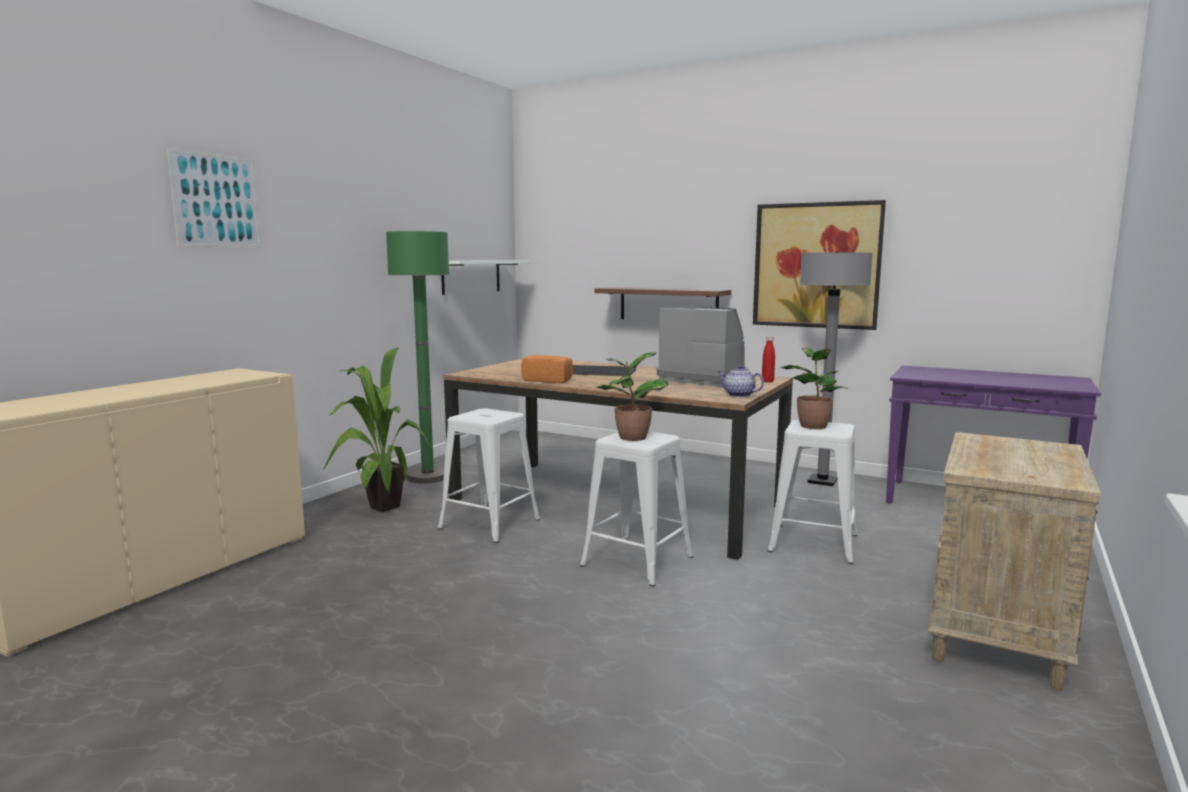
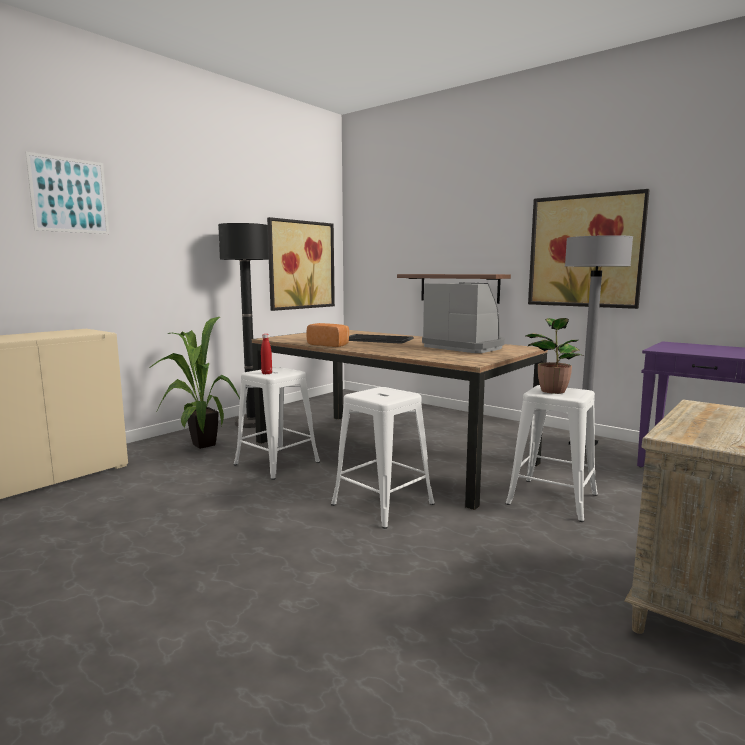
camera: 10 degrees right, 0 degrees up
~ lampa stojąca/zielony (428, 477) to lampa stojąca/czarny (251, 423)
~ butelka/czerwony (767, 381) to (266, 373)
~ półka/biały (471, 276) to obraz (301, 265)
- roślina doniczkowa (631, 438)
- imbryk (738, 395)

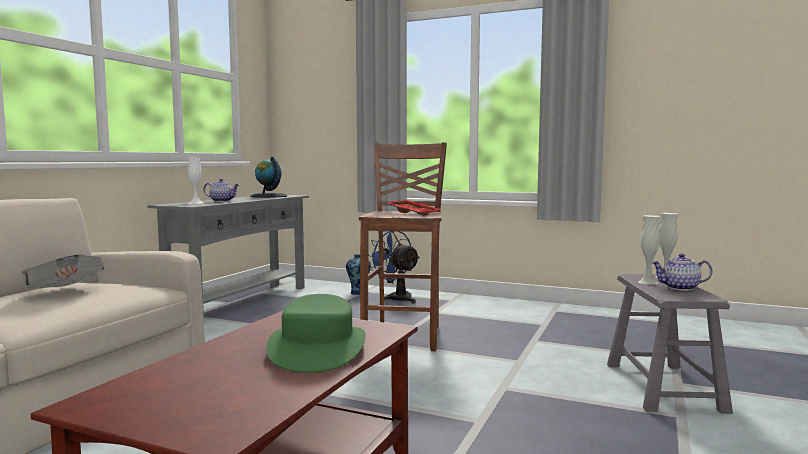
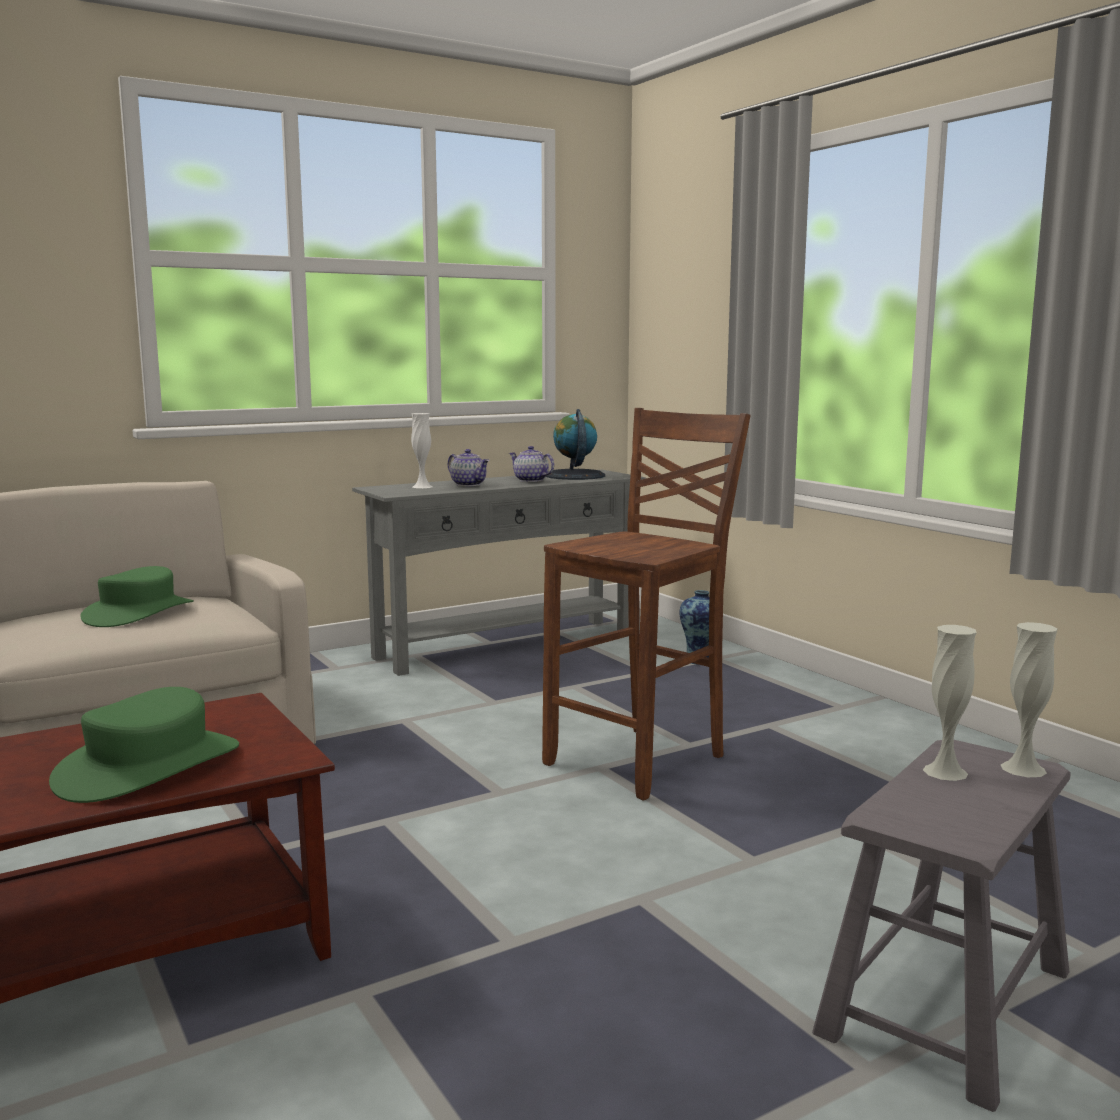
camera: 35 degrees right, 5 degrees up
~ gazeta (65, 293) to kapelusz/zielony (138, 613)
~ imbryk (680, 288) to (530, 480)
- wentylator/niebieski (396, 298)
- taca/czerwony (414, 213)

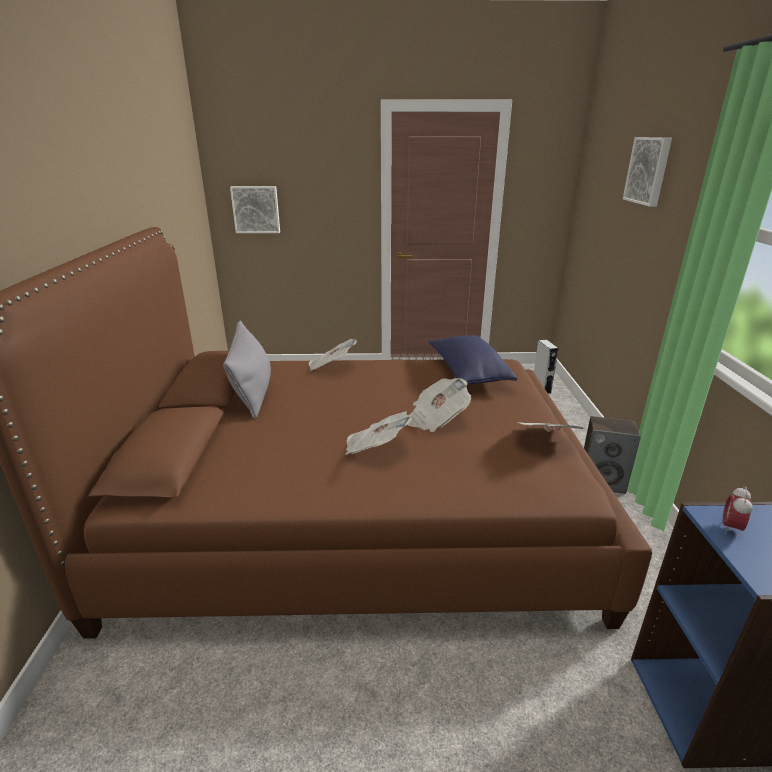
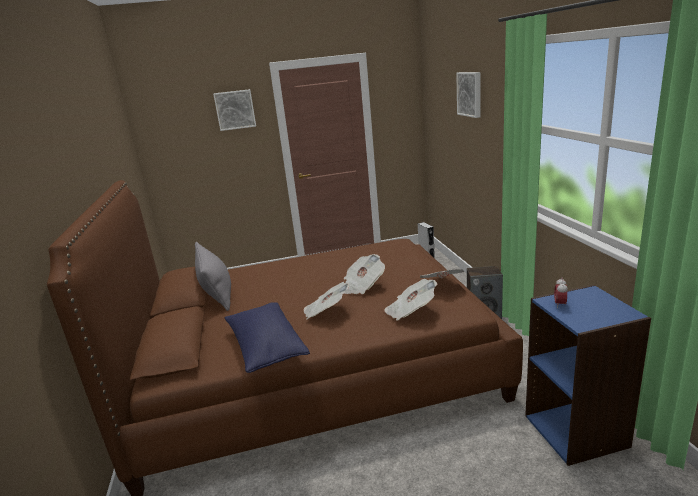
camera: 10 degrees left, 5 degrees down
~ obraz (256, 209) to (235, 110)
~ poduszka/niebieski (468, 373) to (266, 348)
~ gazeta (331, 367) to (410, 311)

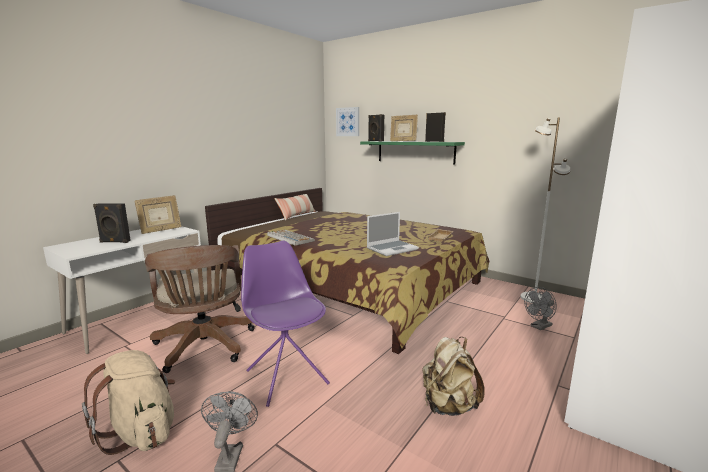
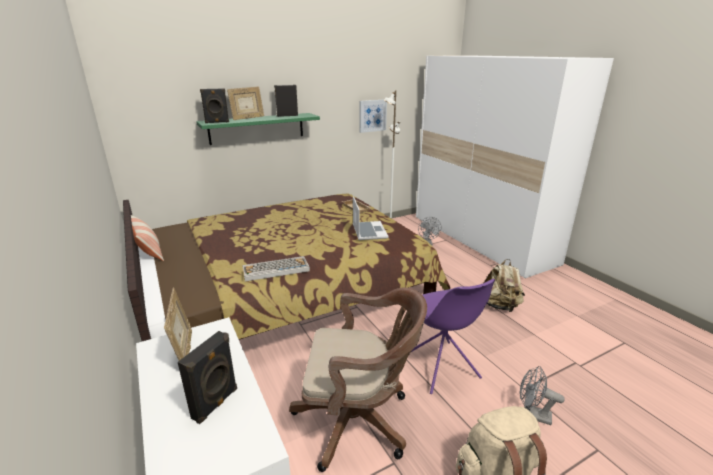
camera: 65 degrees left, 10 degrees up
~ obraz (348, 122) to (372, 115)
~ krzesło/fioletowy (286, 376) = (441, 367) 105 degrees counterclockwise

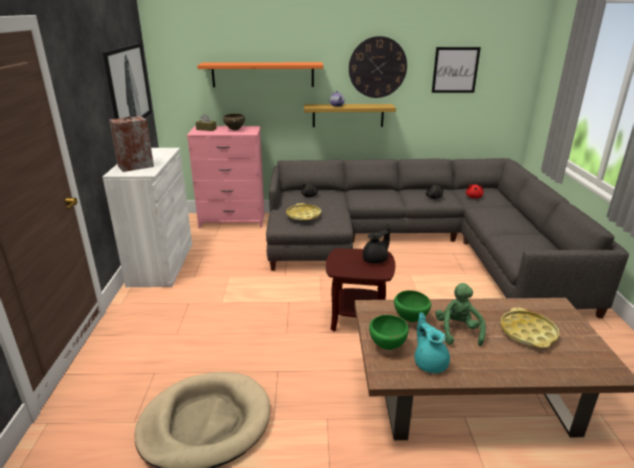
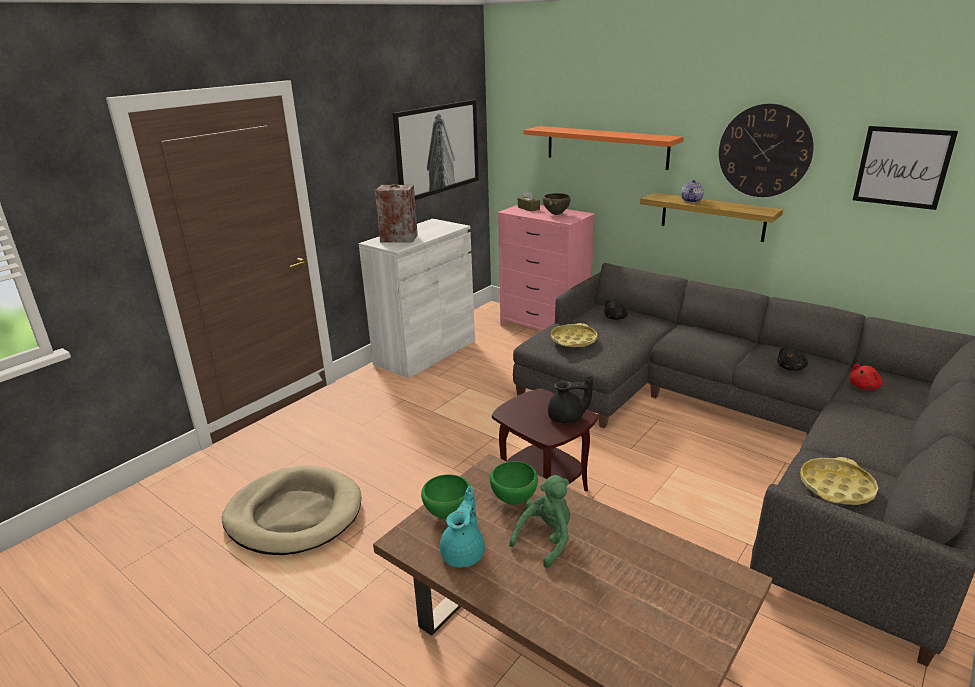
camera: 40 degrees right, 0 degrees up
~ taca/żółty (527, 332) to (836, 487)

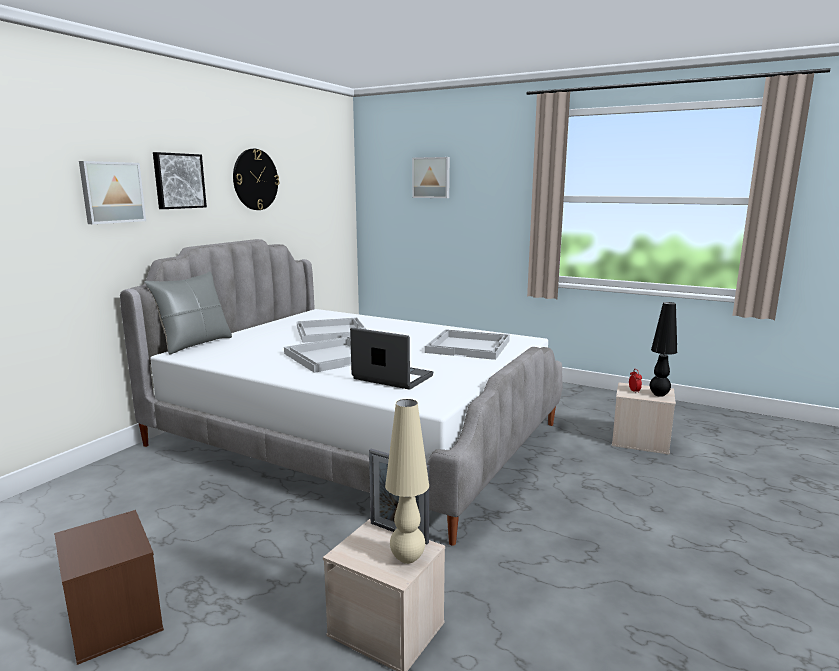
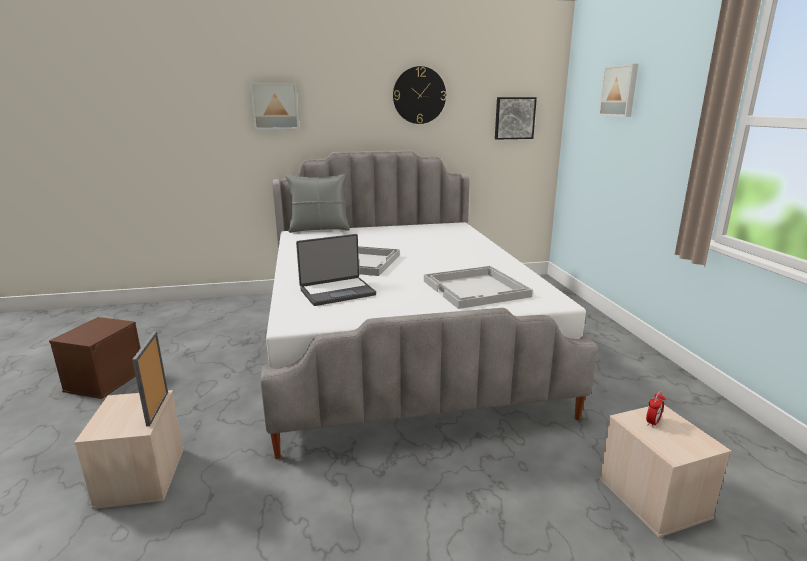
camera: 50 degrees right, 5 degrees up
~ laptop (391, 378) = (337, 292) 75 degrees clockwise
~ obraz (178, 181) to (514, 118)
- taca/biały (332, 332)
- lampa stołowa/beżowy (407, 558)
- lampa stołowa/czarny (659, 395)

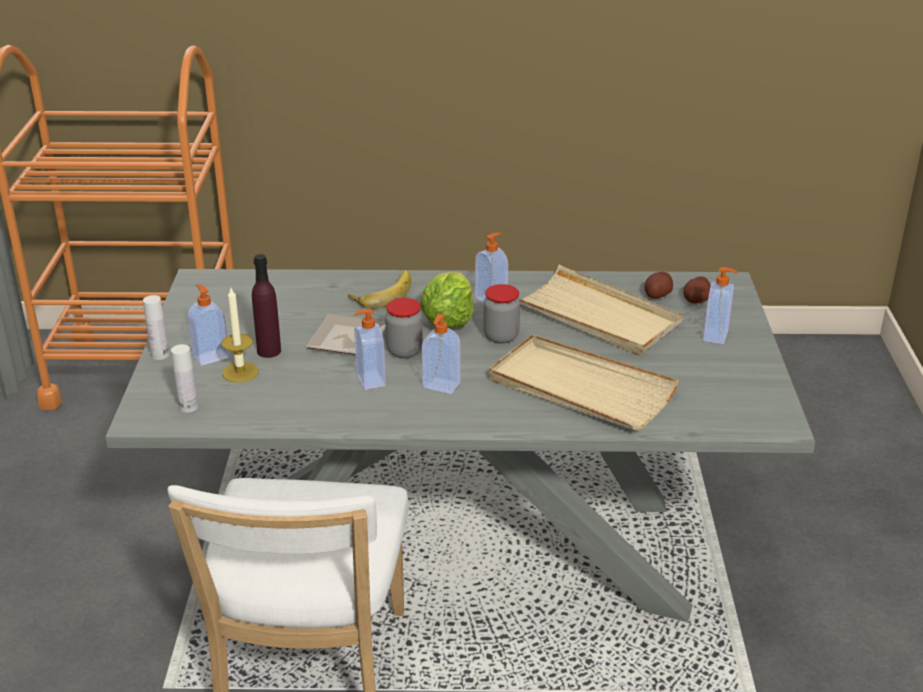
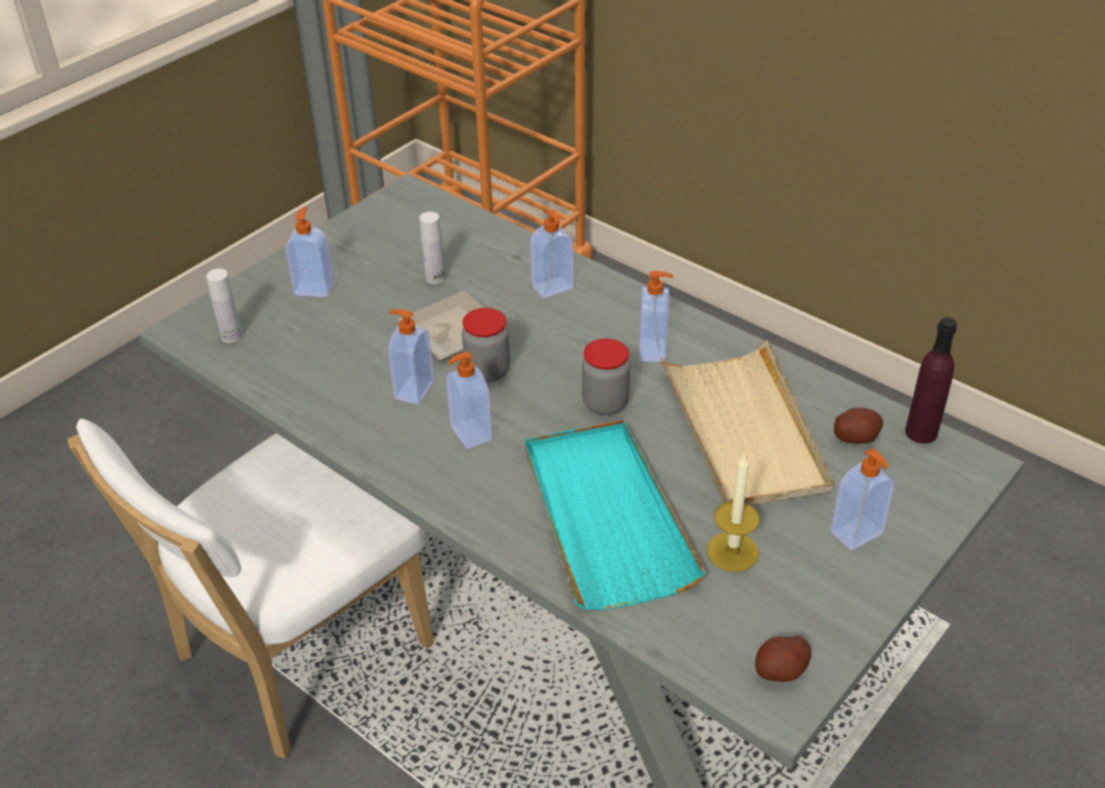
camera: 40 degrees right, 10 degrees up
~ butelka/biały (160, 355) to (435, 278)
~ taca/beżowy (580, 388) to taca/turkusowy (605, 517)
~ banan (382, 293) to dozownik mydła (553, 288)
~ świeca (240, 372) to (732, 552)
~ ziemniak (696, 300) to (781, 670)
~ butelka/fioletowy (269, 351) to (921, 432)
- sałata (448, 321)

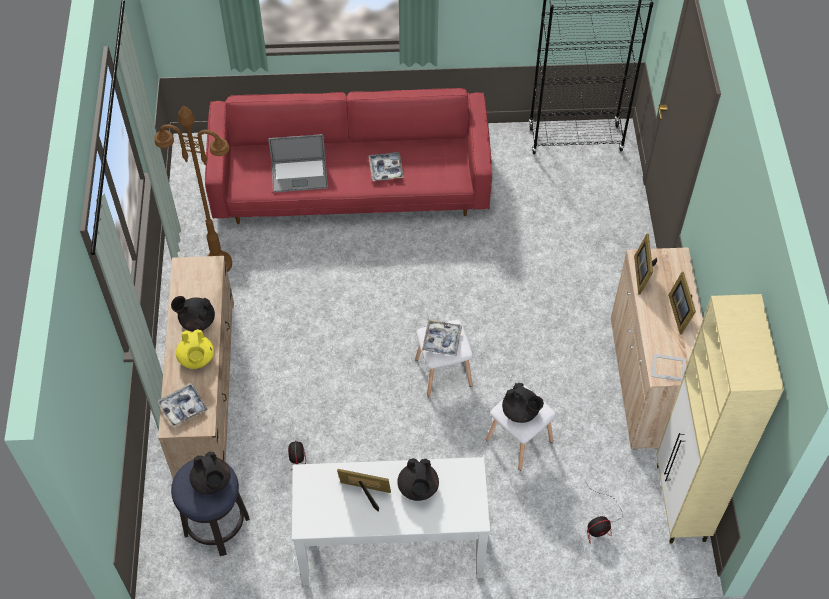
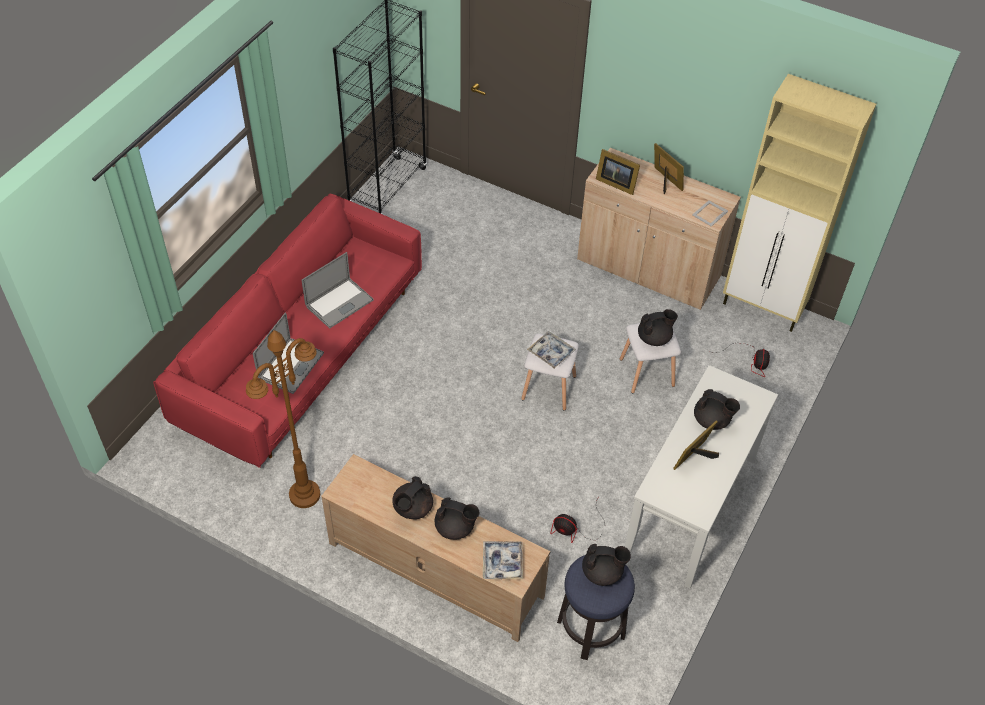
camera: 60 degrees left, 5 degrees down
~ taca (386, 169) to laptop (339, 303)
~ imbryk/żółty (196, 359) to imbryk/czarny (455, 527)
~ ramka na zdjęcie (680, 312) = (665, 181) 150 degrees counterclockwise

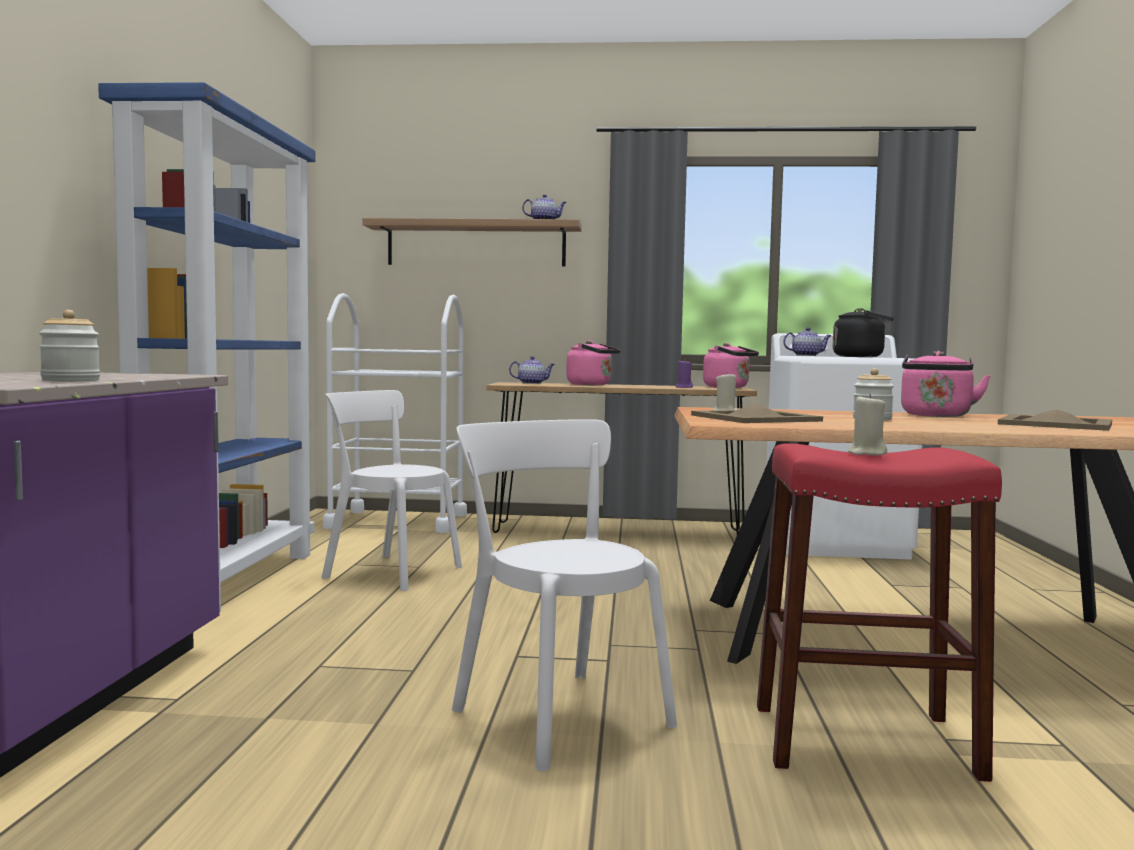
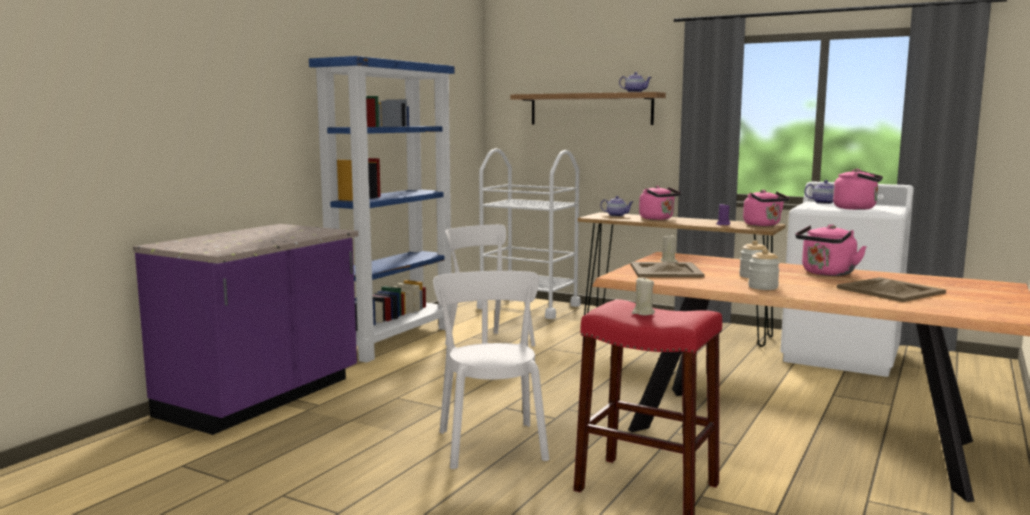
camera: 25 degrees right, 5 degrees up
~ słoik (71, 380) to (763, 287)
~ czajnik/czarny (861, 357) to czajnik/różowy (857, 208)

